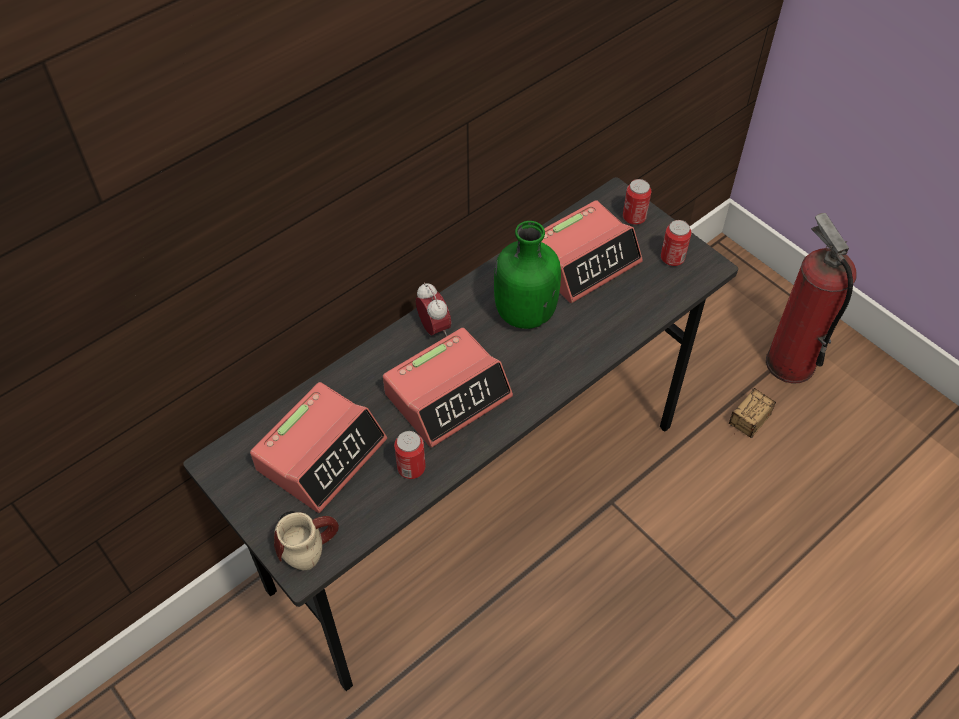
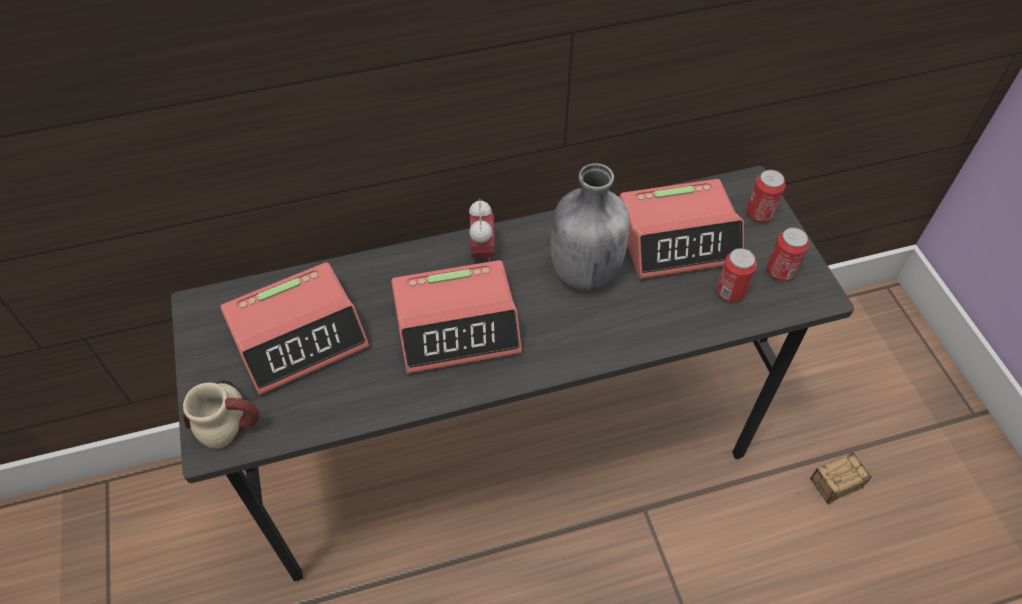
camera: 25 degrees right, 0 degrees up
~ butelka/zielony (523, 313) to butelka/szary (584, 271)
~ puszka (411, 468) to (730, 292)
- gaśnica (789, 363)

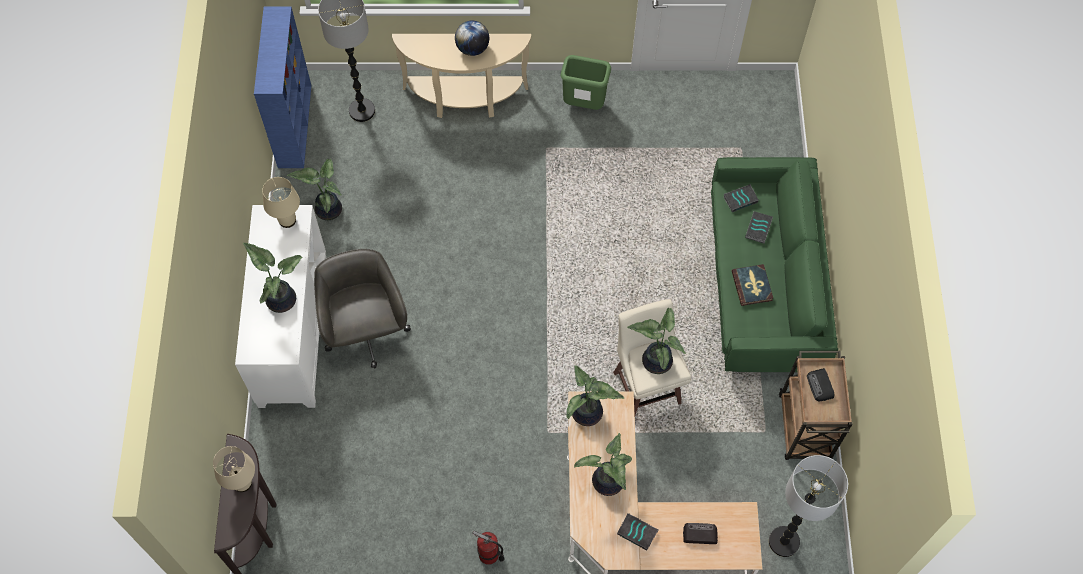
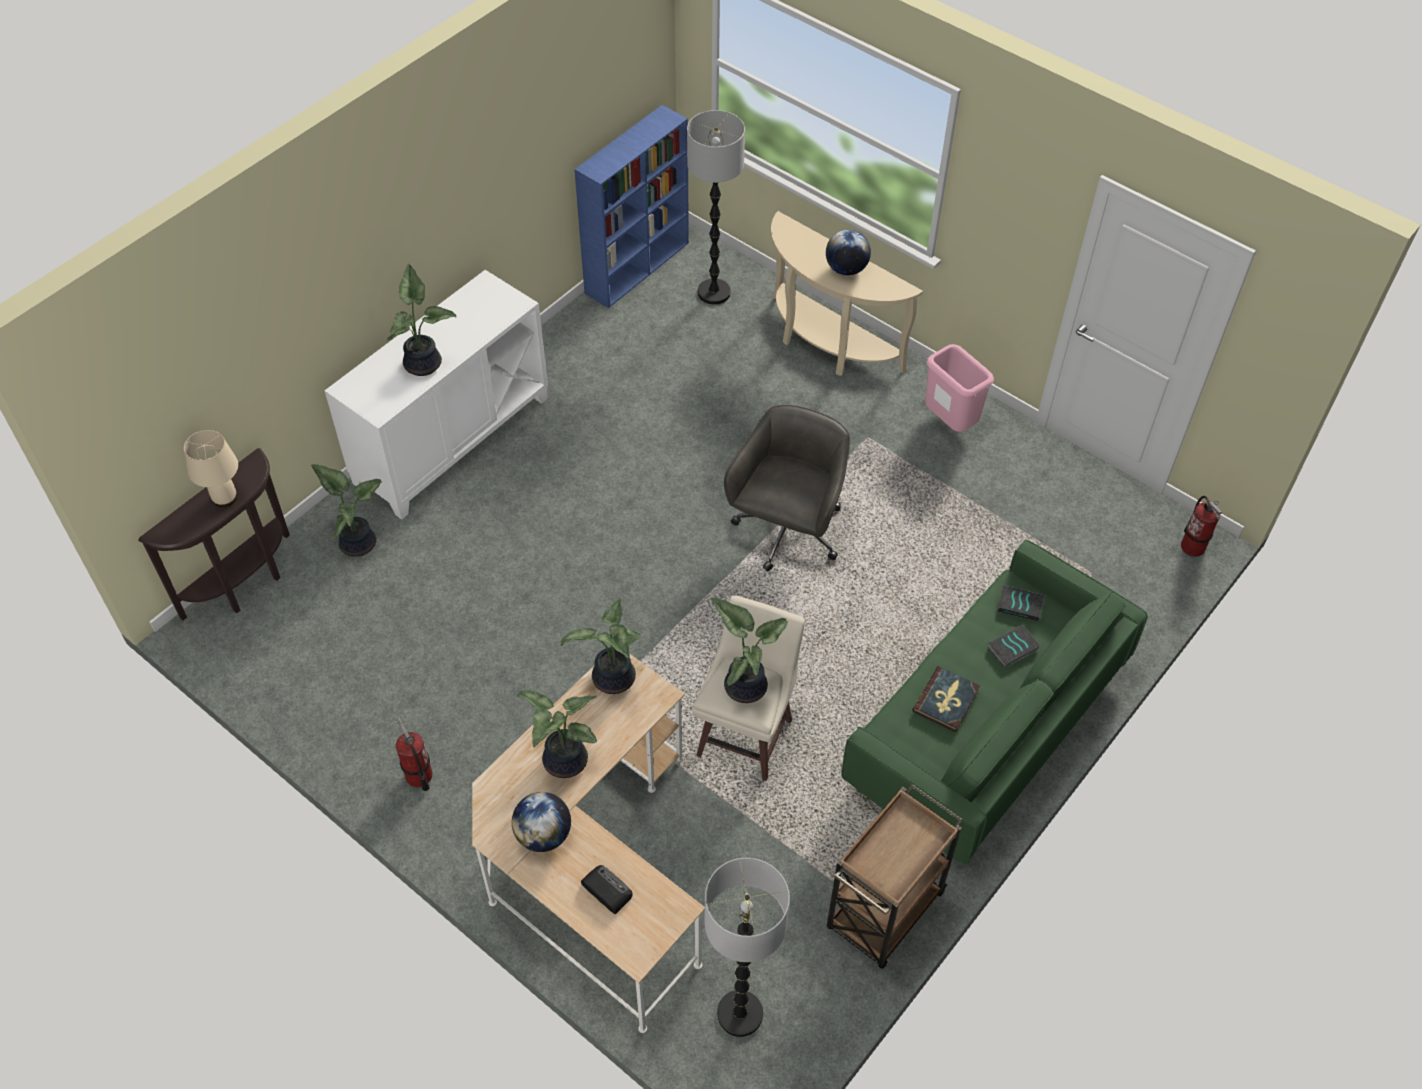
camera: 40 degrees right, 10 degrees down
~ roślina doniczkowa (327, 209) to (358, 542)
~ książka (638, 532) to globus (543, 835)
~ krzesło biurowe/szary (366, 332) to (787, 532)
~ kosz na śmieci/zielony (584, 104) to kosz na śmieci/różowy (950, 423)
+ gaśnica (1193, 546)
- lampa stołowa/beżowy (288, 220)
- radio (820, 386)

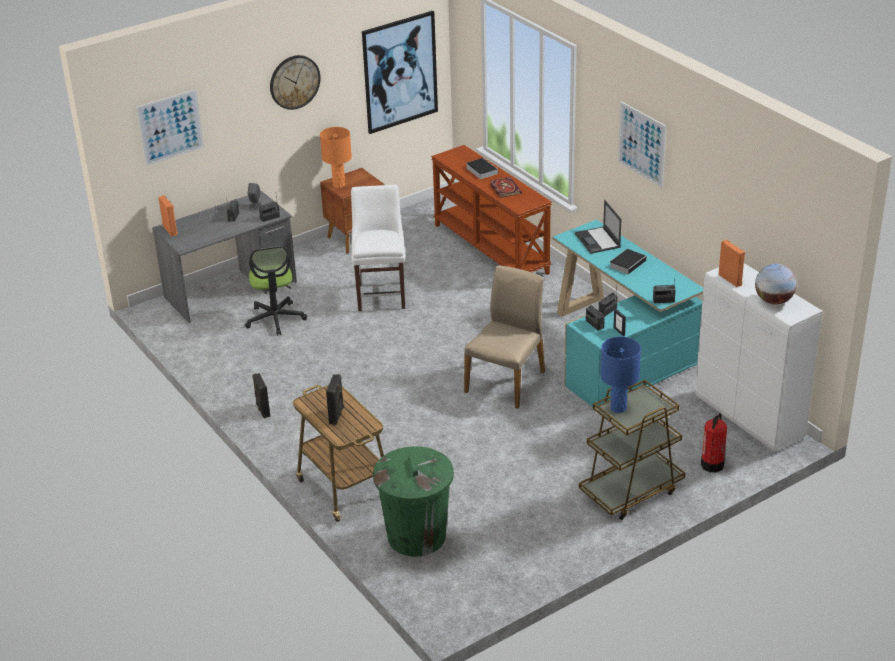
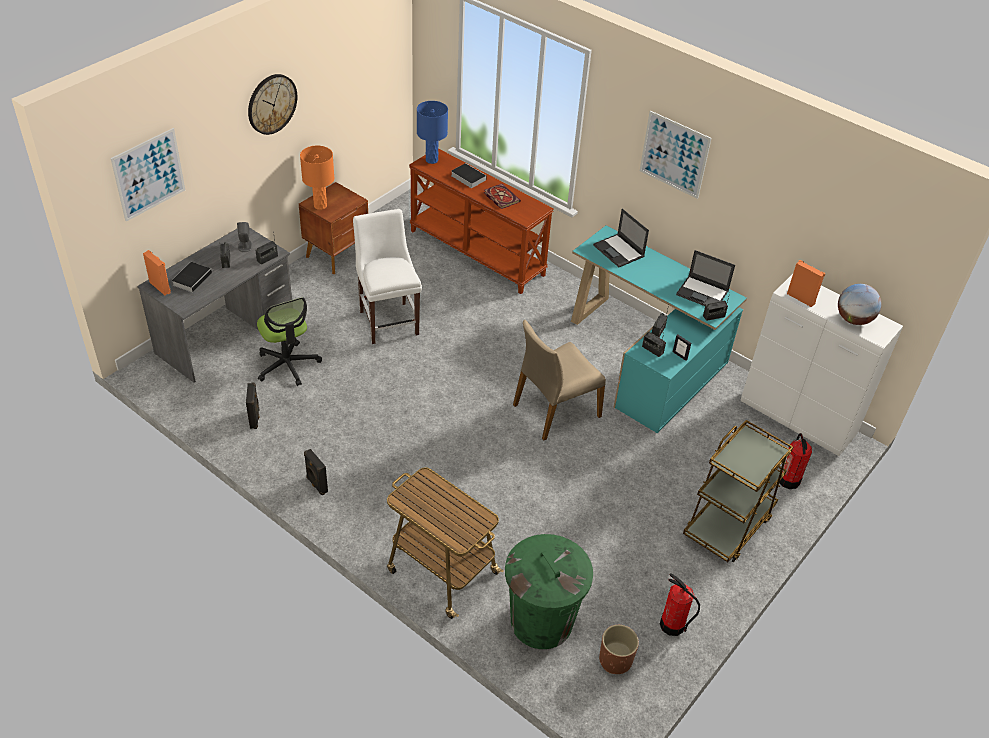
camera: 20 degrees left, 10 degrees up
~ książka (628, 263) to (192, 278)
~ głośnik/czarny (337, 415) to (255, 418)
~ lampa stołowa/niebieski (618, 408) to (431, 160)
~ krzesło/beżowy (506, 381) = (555, 410) 135 degrees counterclockwise
+ donica/brązowy (615, 660)
+ gaśnica (672, 625)
+ laptop (703, 293)
- obraz (400, 72)

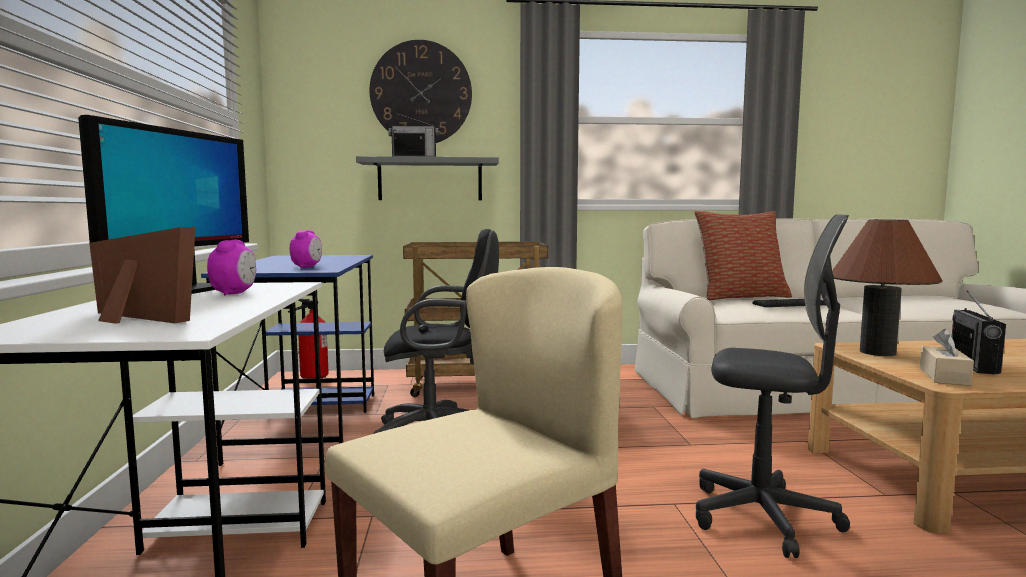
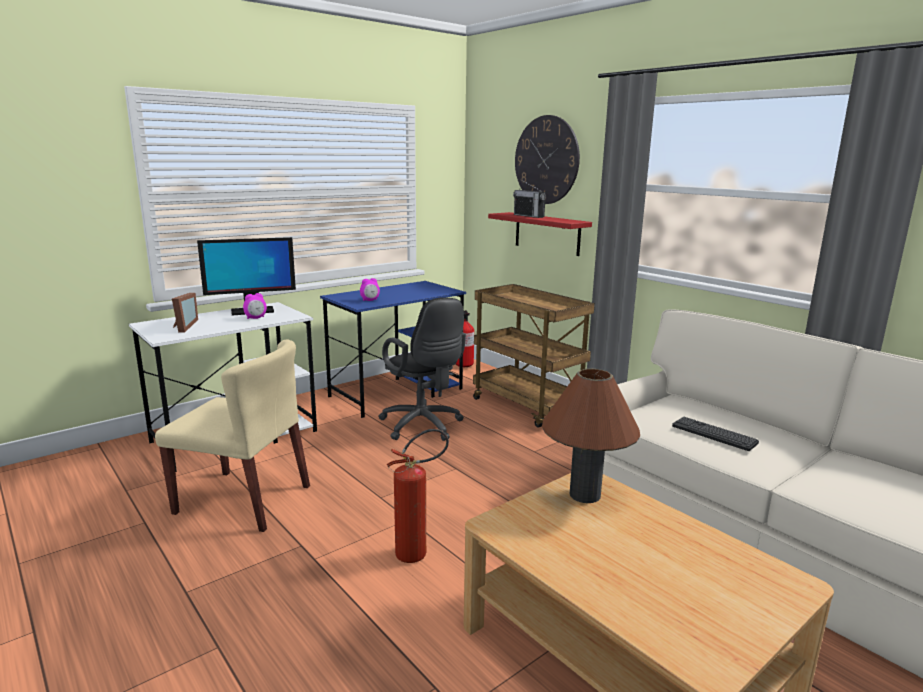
camera: 55 degrees right, 10 degrees up
~ krzesło biurowe/szary (763, 517) to gaśnica (418, 553)
~ półka/szary (430, 180) to półka/czerwony (547, 233)
- poduszka (741, 297)
- pudełko chusteczek/beżowy (944, 377)
- radio (973, 365)

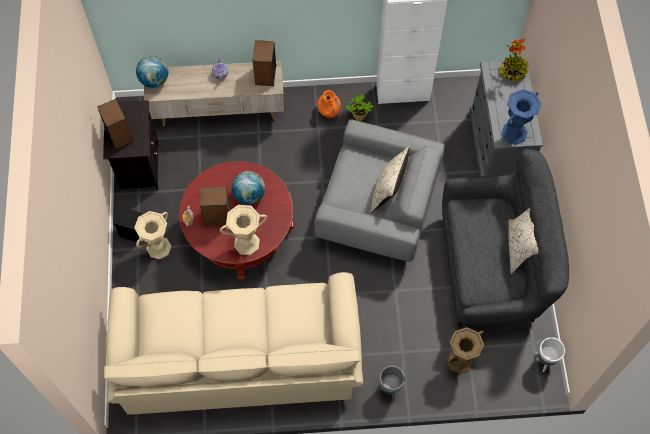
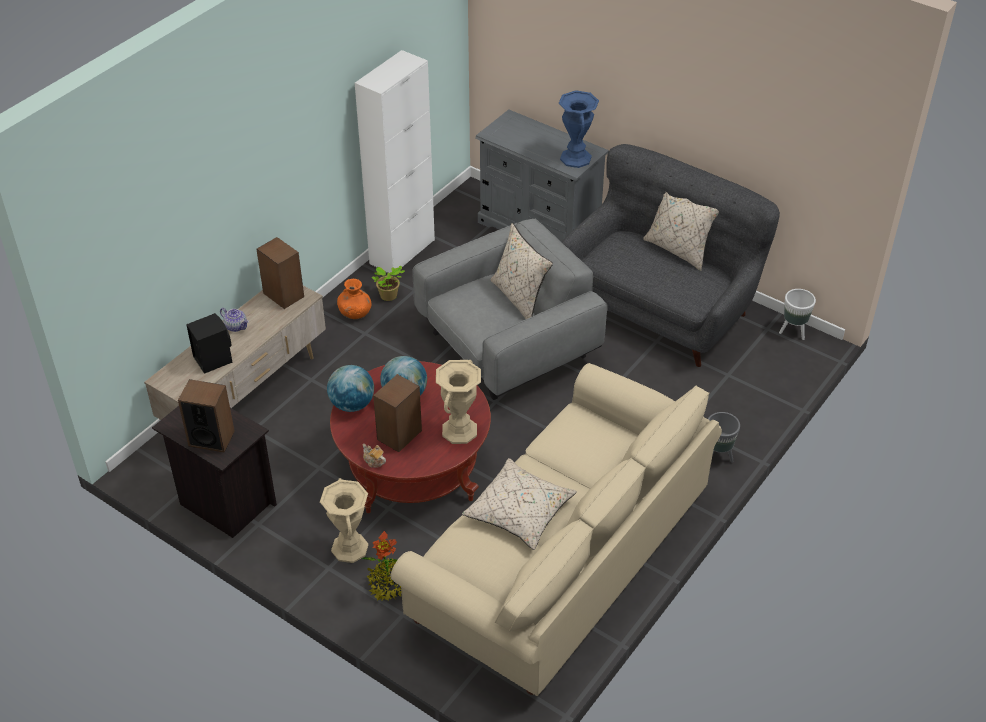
camera: 50 degrees left, 20 degrees down
~ głośnik/czarny (134, 231) to (213, 359)
~ globus (154, 80) to (352, 404)
~ roślina doniczkowa (513, 72) to (389, 585)
+ poduszka/beżowy (520, 512)
- wazon/brązowy (459, 361)

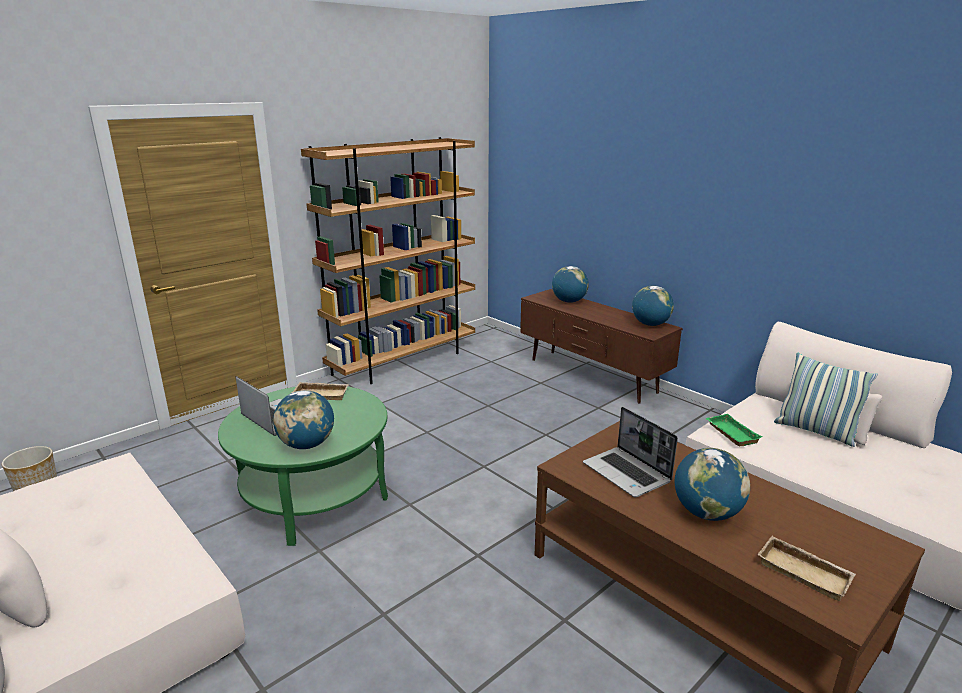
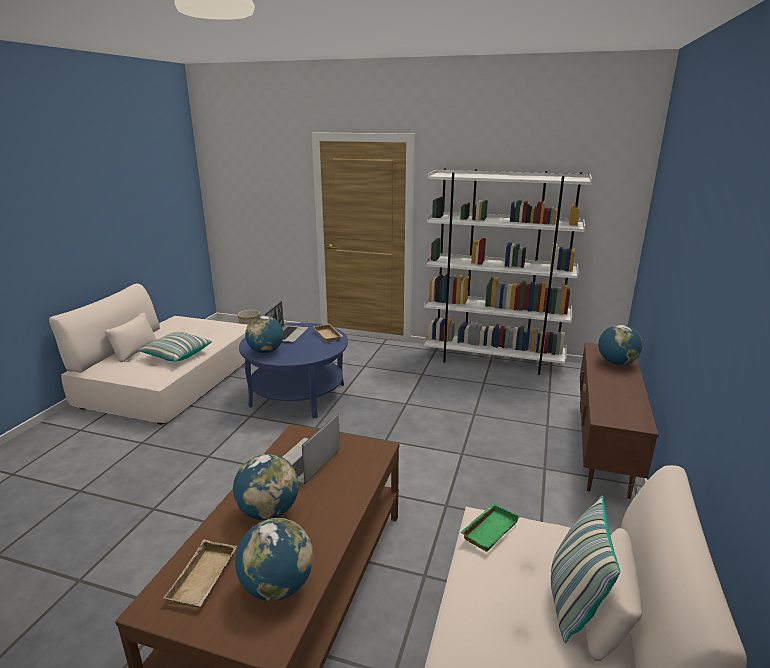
camera: 60 degrees right, 0 degrees up
+ poduszka (176, 355)
~ globus (650, 324) to (277, 586)
~ ława/zielony (313, 496) to ława/niebieski (297, 394)
~ regał/brązowy (404, 361) to regał/biały (493, 360)

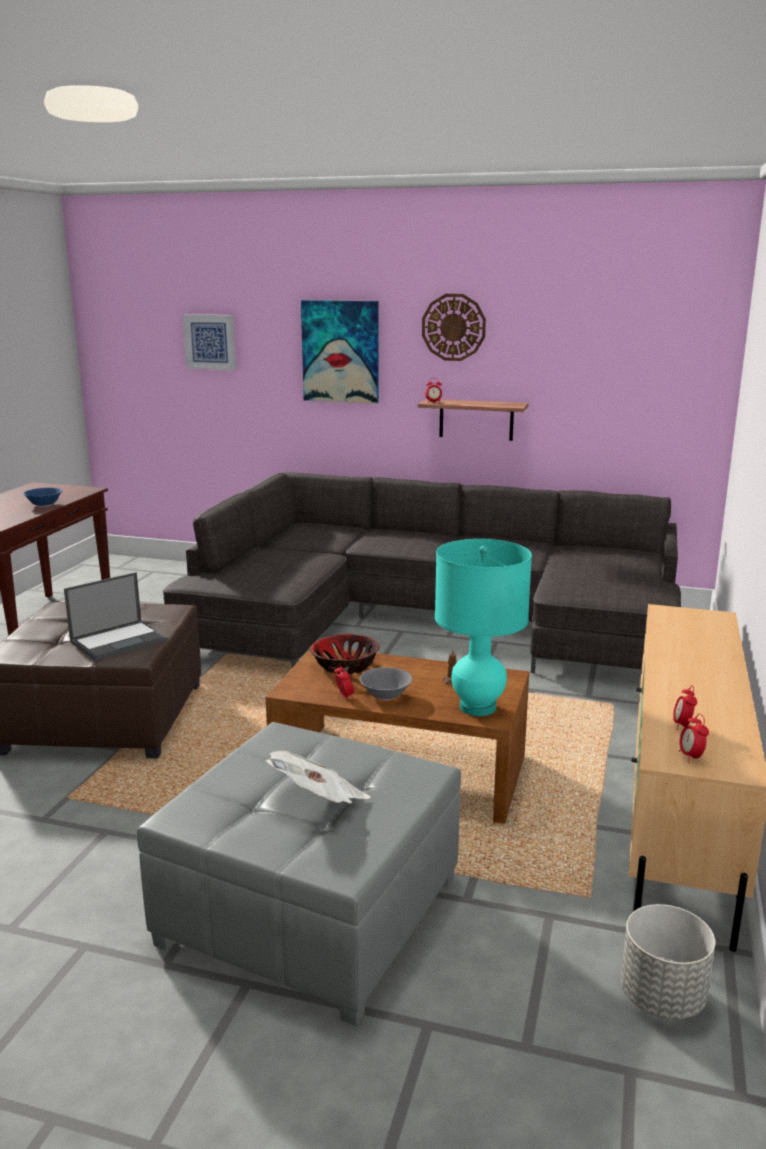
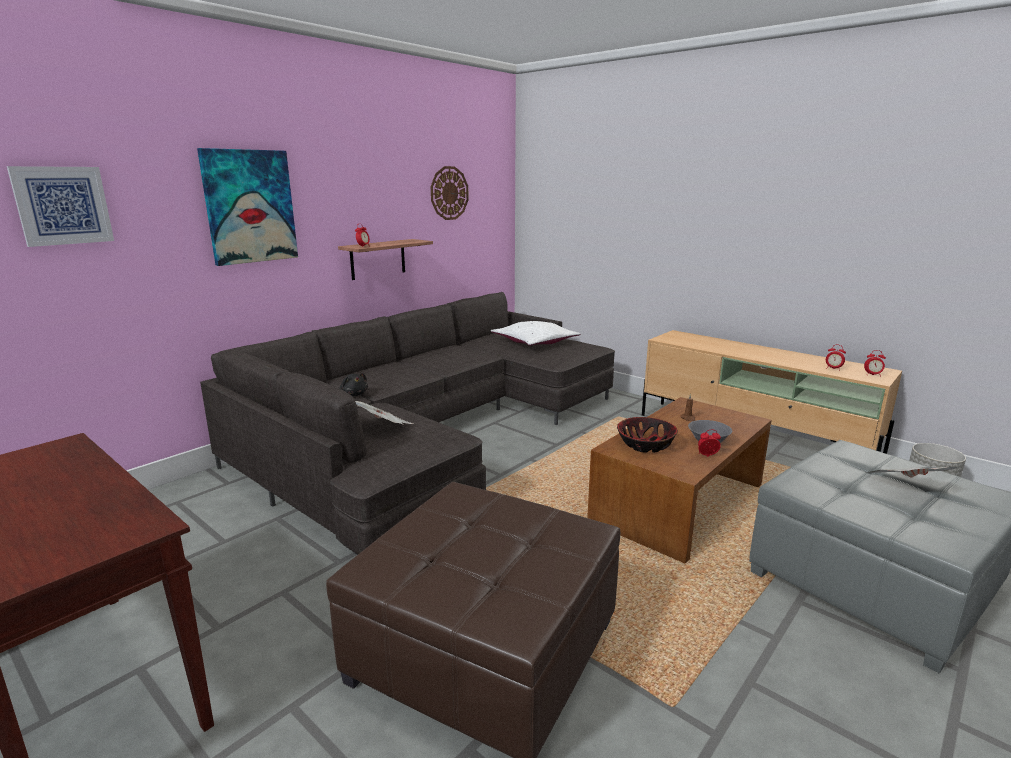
camera: 65 degrees left, 0 degrees up
+ pluszak/czarny (353, 394)
+ gazeta (383, 428)
~ zegar ścienny (453, 327) to (449, 193)
+ poduszka/biały (534, 342)
- miska/niebieski (44, 505)
- laptop (120, 640)
- lampa stołowa/turkusowy (478, 707)

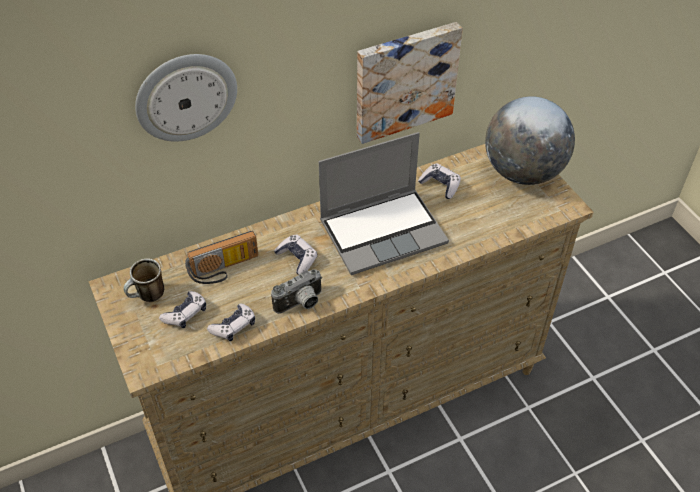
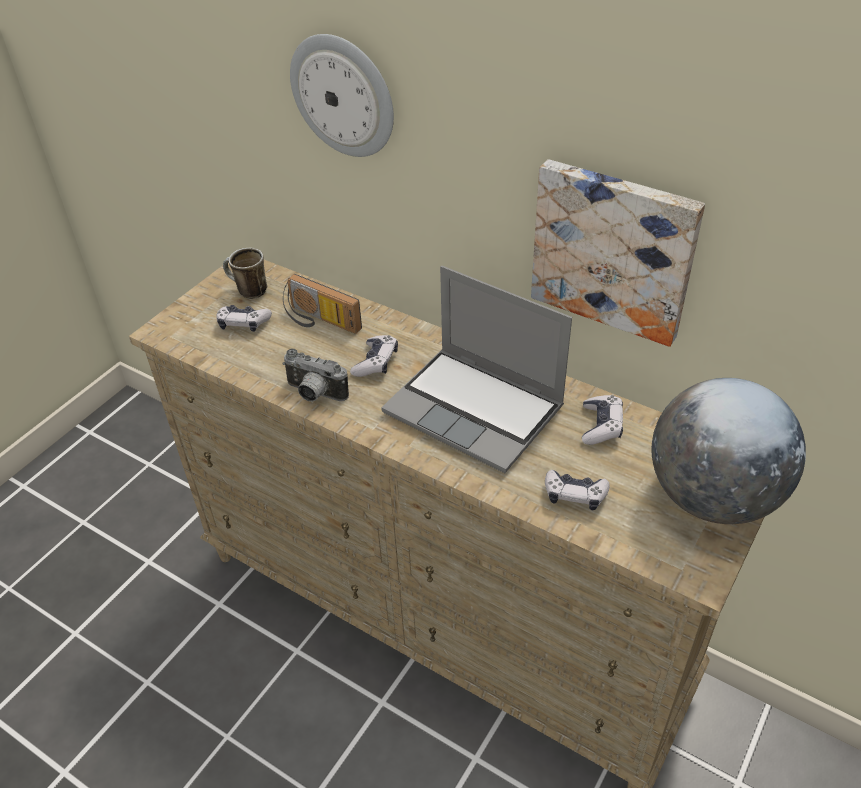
camera: 60 degrees right, 5 degrees down
~ pad do gier (233, 326) to (575, 495)

